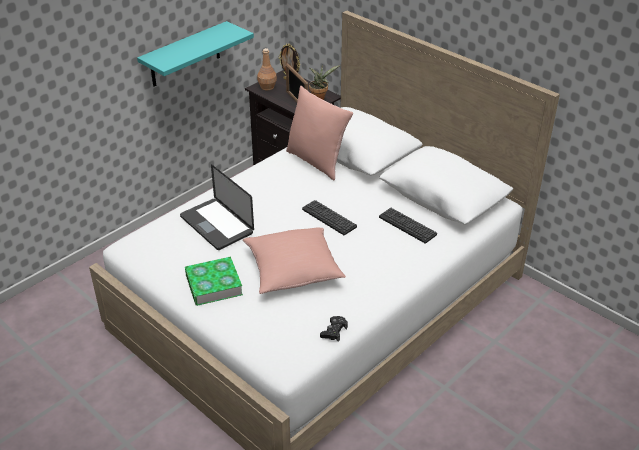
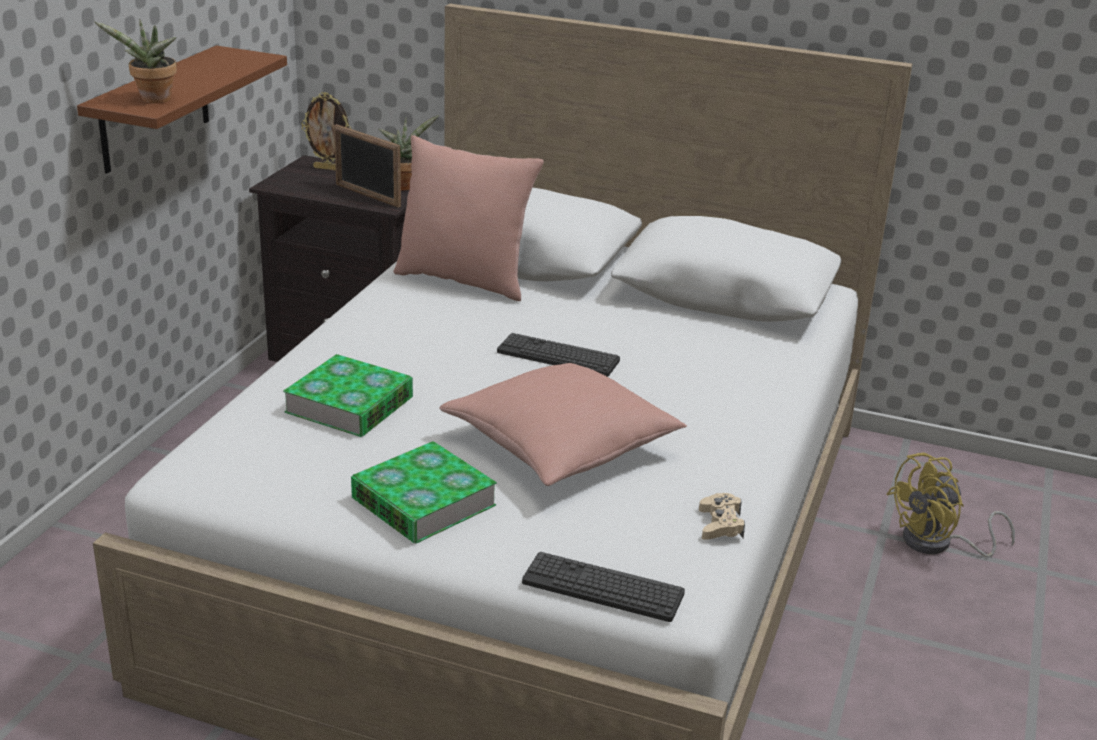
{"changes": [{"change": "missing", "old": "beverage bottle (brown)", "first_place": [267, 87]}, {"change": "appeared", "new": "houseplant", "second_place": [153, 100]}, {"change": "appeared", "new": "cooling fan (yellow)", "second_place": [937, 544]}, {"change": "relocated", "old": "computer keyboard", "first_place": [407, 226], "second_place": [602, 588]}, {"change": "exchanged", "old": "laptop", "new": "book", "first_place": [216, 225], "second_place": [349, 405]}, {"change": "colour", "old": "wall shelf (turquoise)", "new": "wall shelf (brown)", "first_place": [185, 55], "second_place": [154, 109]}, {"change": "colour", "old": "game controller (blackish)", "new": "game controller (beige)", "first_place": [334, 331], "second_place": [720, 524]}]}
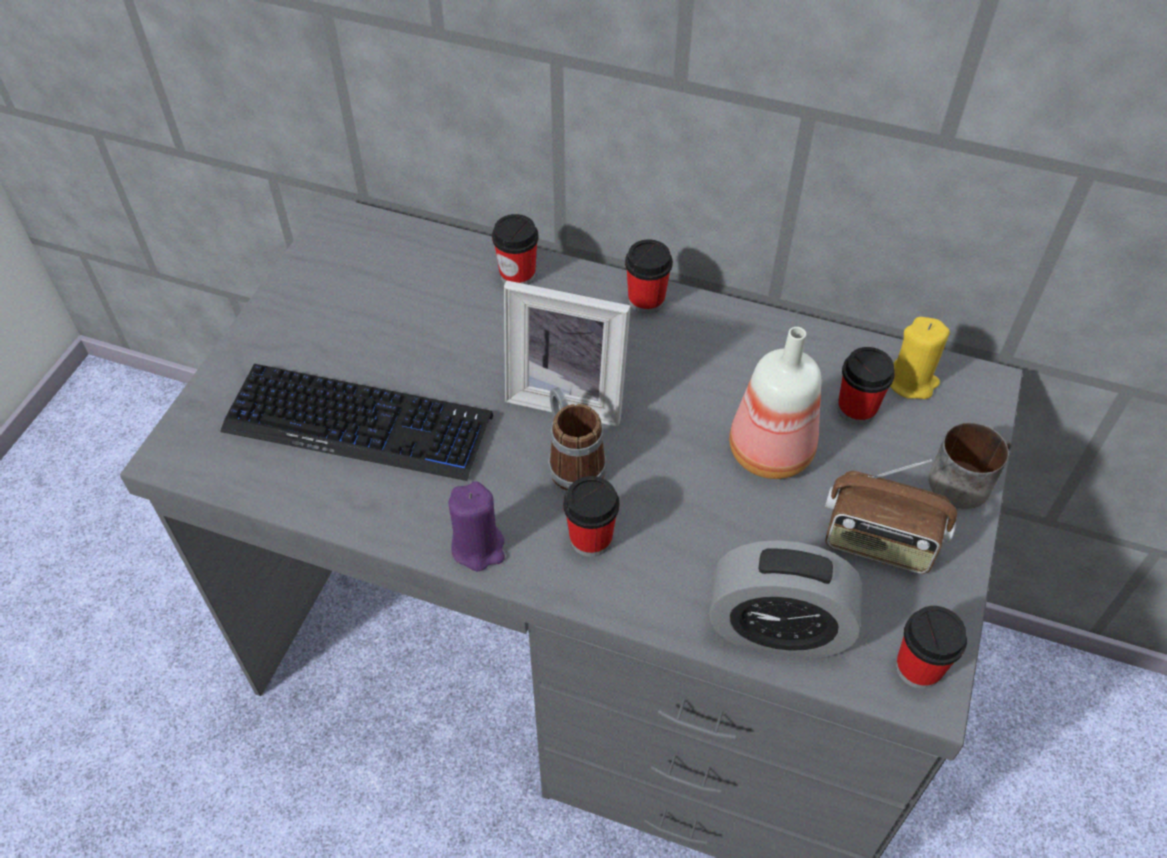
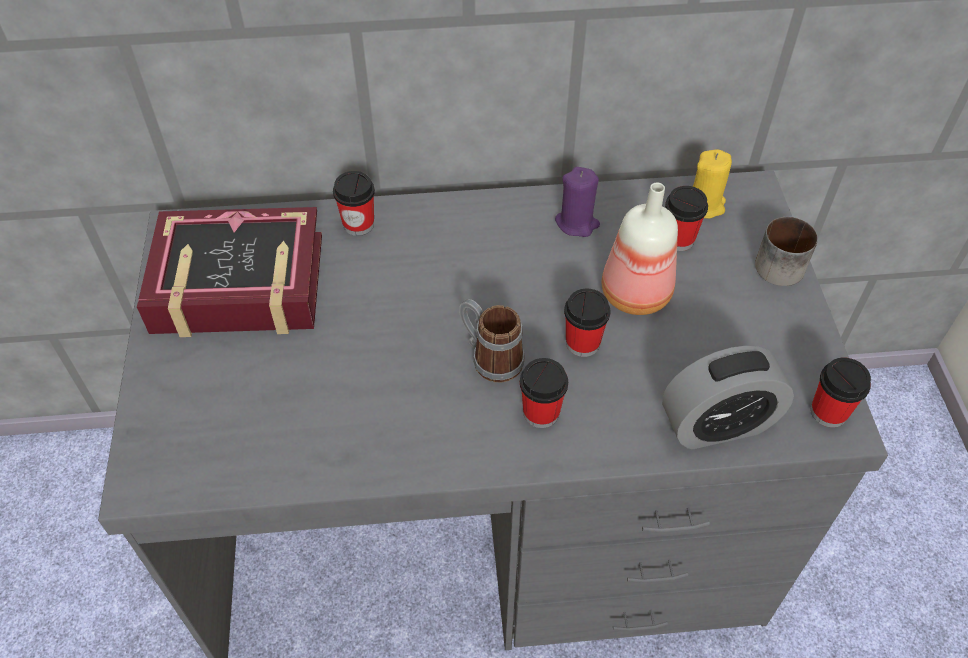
{"changes": [{"change": "missing", "old": "computer keyboard", "first_place": [359, 424]}, {"change": "missing", "old": "picture frame", "first_place": [568, 395]}, {"change": "missing", "old": "radio", "first_place": [878, 543]}, {"change": "appeared", "new": "book", "second_place": [239, 285]}, {"change": "relocated", "old": "wax light (purplish)", "first_place": [478, 547], "second_place": [577, 223]}, {"change": "relocated", "old": "cup", "first_place": [646, 301], "second_place": [582, 343]}]}
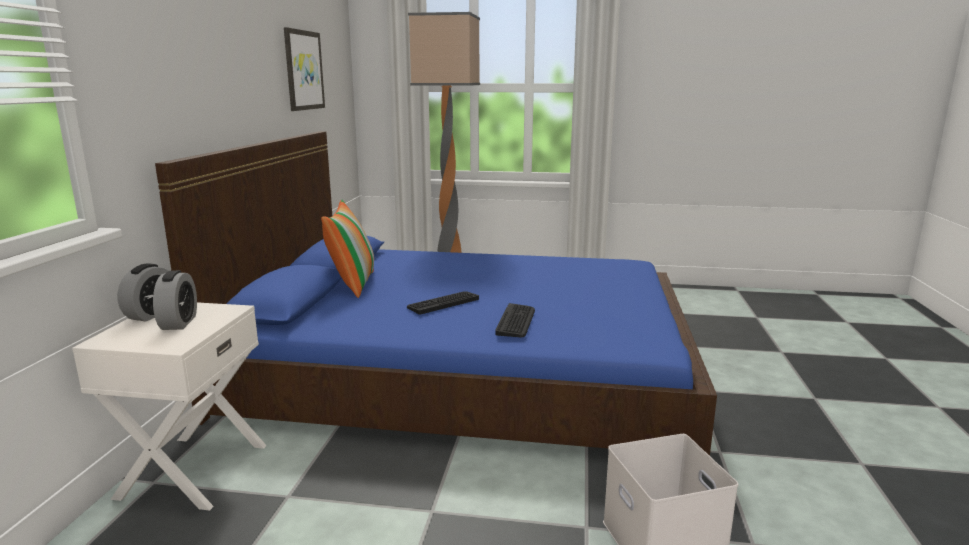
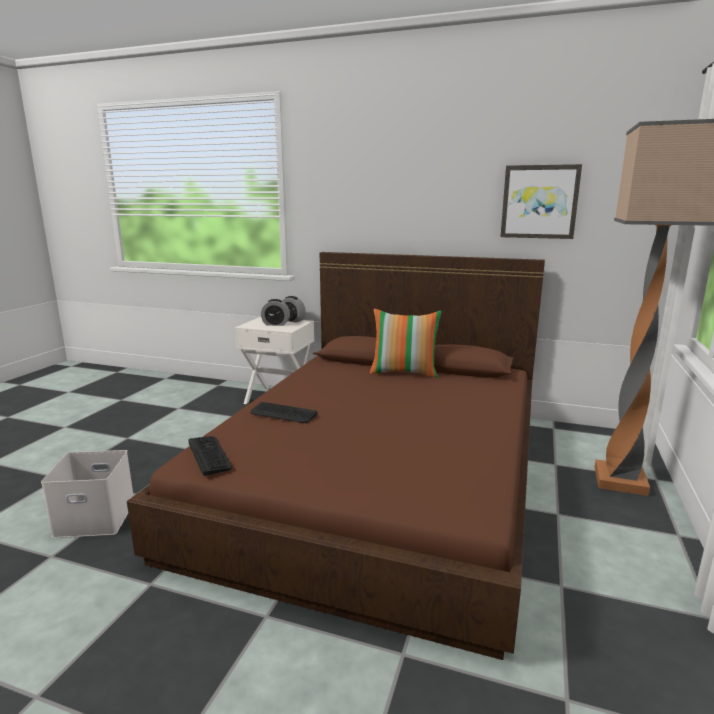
{"changes": [{"change": "relocated", "old": "computer keyboard", "first_place": [443, 303], "second_place": [209, 455]}, {"change": "colour", "old": "sleeping bed (blue)", "new": "sleeping bed (brown)", "first_place": [467, 363], "second_place": [381, 474]}]}
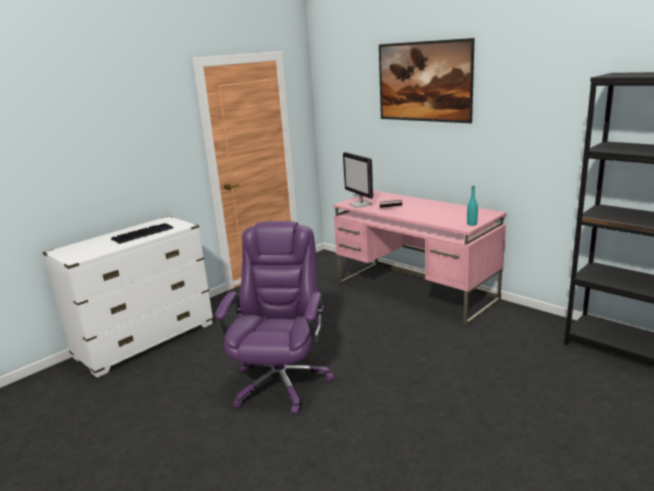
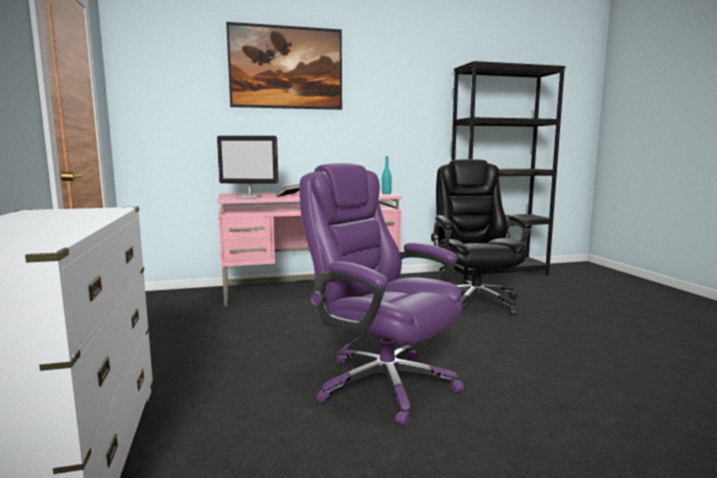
{"changes": [{"change": "missing", "old": "computer keyboard", "first_place": [143, 234]}, {"change": "appeared", "new": "desk chair (blackish)", "second_place": [474, 301]}]}
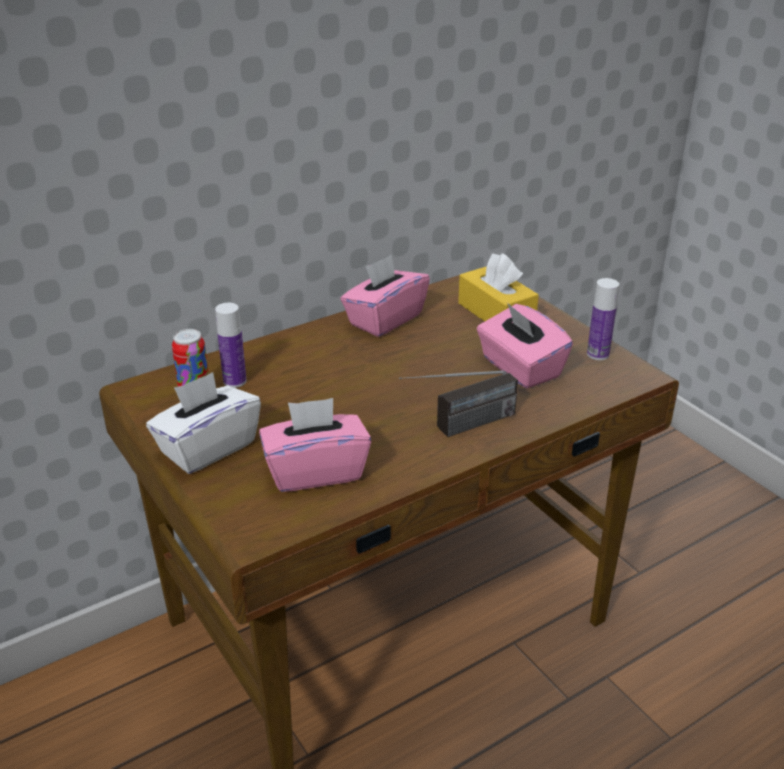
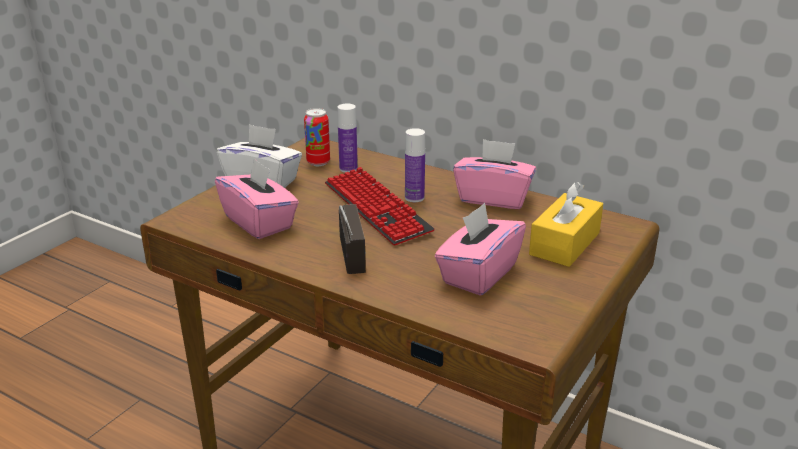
{"changes": [{"change": "appeared", "new": "computer keyboard", "second_place": [376, 208]}, {"change": "relocated", "old": "beverage bottle", "first_place": [598, 354], "second_place": [414, 198]}, {"change": "spun", "old": "radio", "first_place": [459, 428], "second_place": [356, 264], "degrees": -135}]}
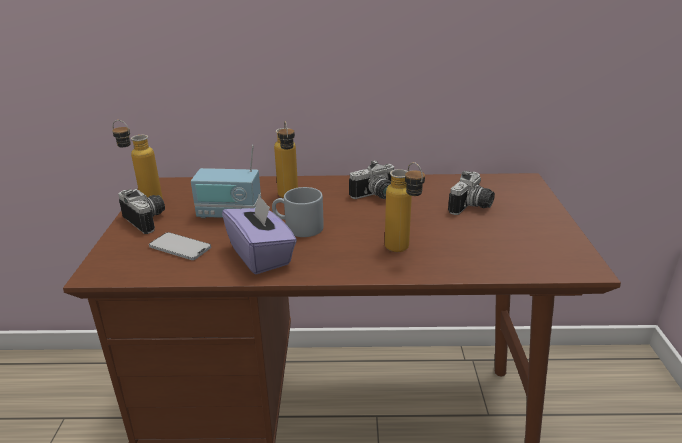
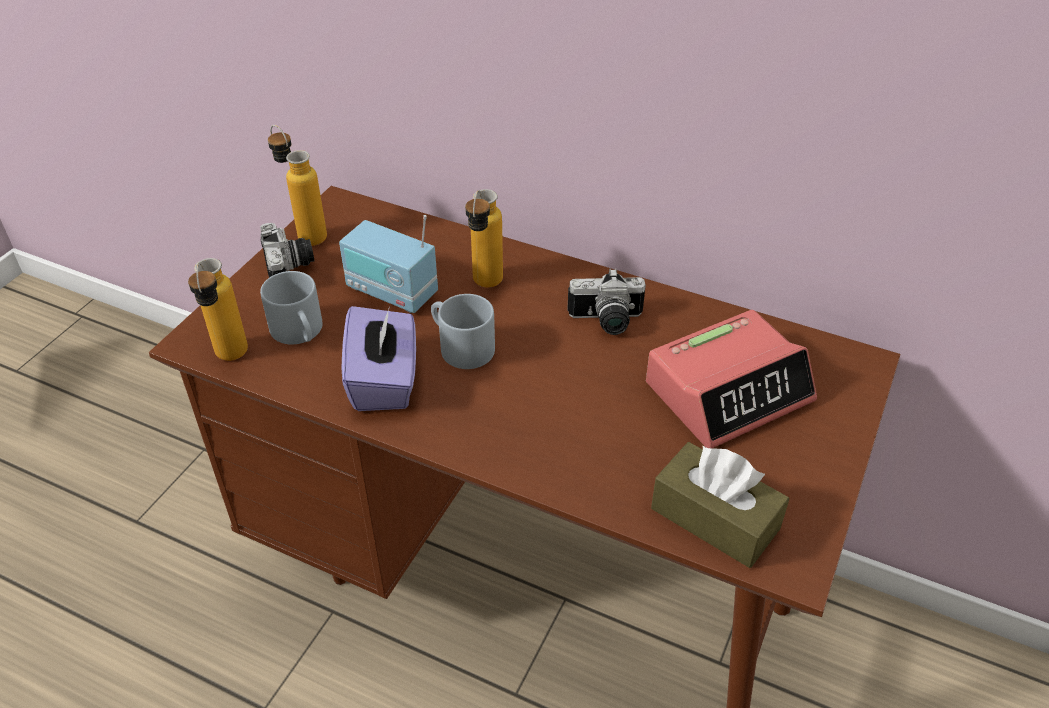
{"changes": [{"change": "appeared", "new": "tissue box (brown)", "second_place": [715, 518]}, {"change": "relocated", "old": "beverage bottle", "first_place": [403, 251], "second_place": [230, 360]}, {"change": "exchanged", "old": "phone", "new": "mug (grey)", "first_place": [180, 247], "second_place": [300, 332]}, {"change": "exchanged", "old": "photo camera", "new": "bedside clock", "first_place": [472, 207], "second_place": [729, 391]}]}
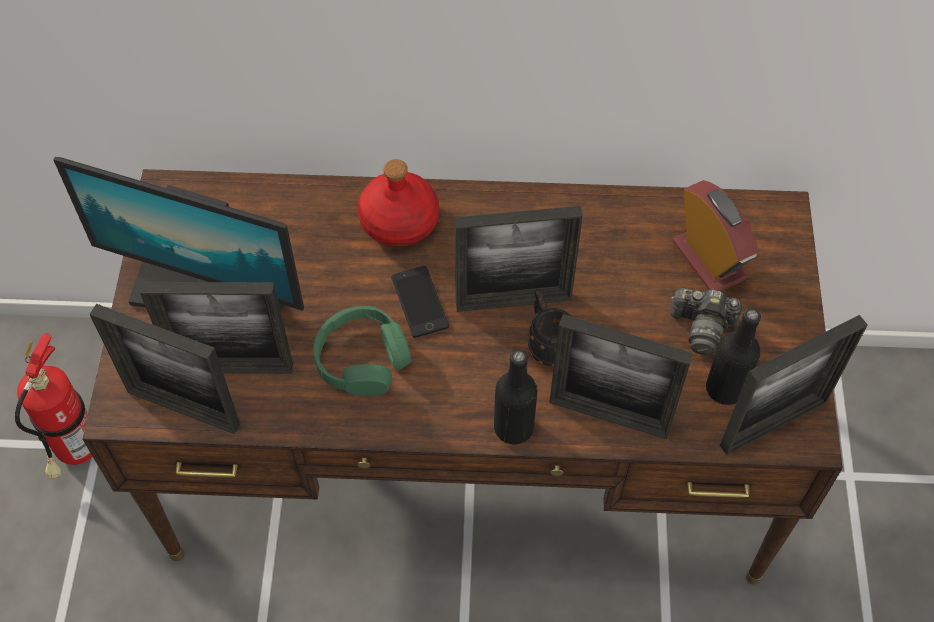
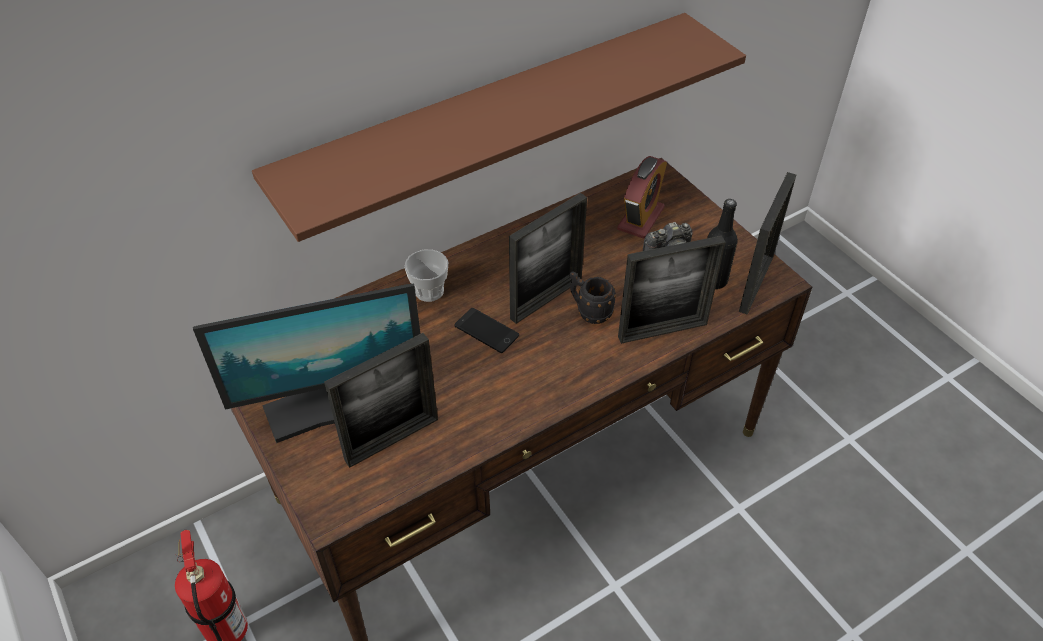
{"changes": [{"change": "missing", "old": "picture frame", "first_place": [183, 408]}, {"change": "missing", "old": "headset (greenish)", "first_place": [362, 359]}, {"change": "missing", "old": "beverage bottle (blackish)", "first_place": [513, 428]}, {"change": "appeared", "new": "wall shelf (brown)", "second_place": [490, 119]}, {"change": "exchanged", "old": "beverage bottle (red-coloured)", "new": "cup", "first_place": [399, 220], "second_place": [429, 291]}, {"change": "spun", "old": "bedside clock", "first_place": [708, 260], "second_place": [640, 218], "degrees": 90}]}
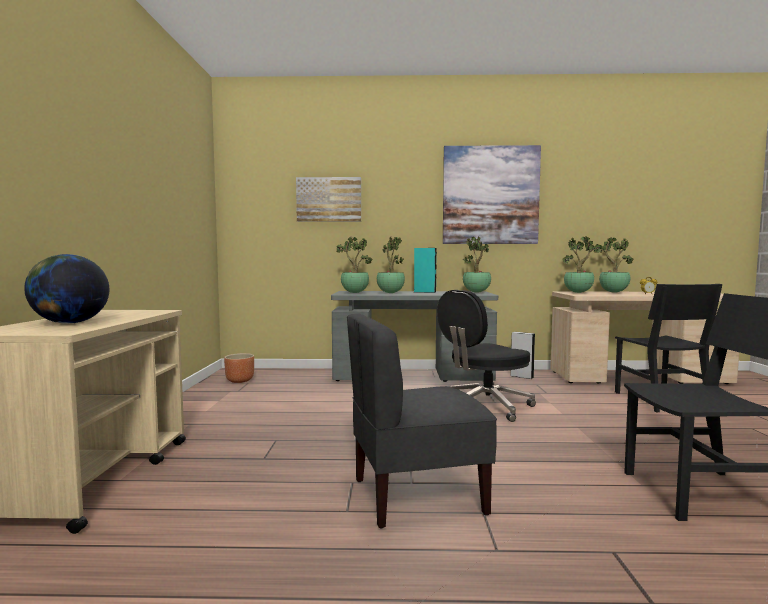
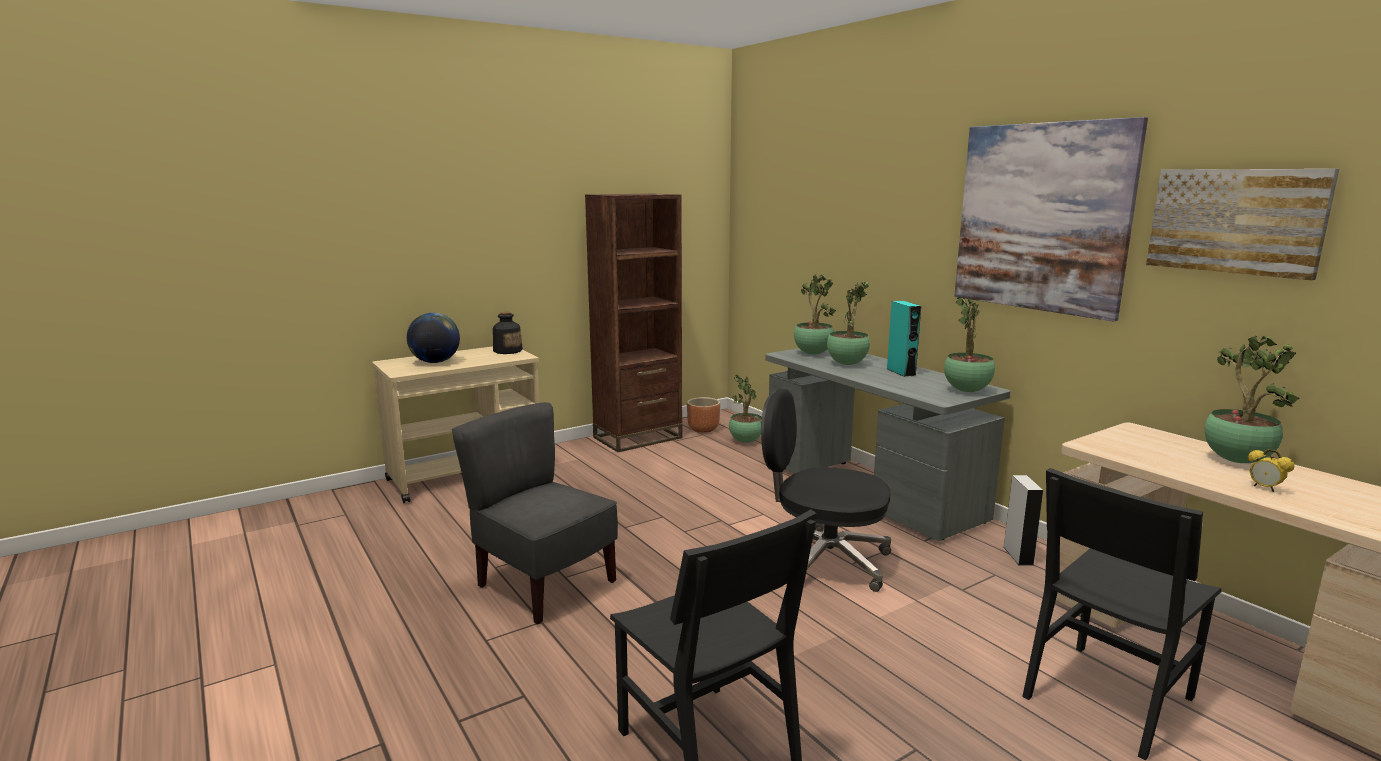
{"changes": [{"change": "appeared", "new": "beverage bottle", "second_place": [507, 351]}, {"change": "appeared", "new": "shelving unit (brown)", "second_place": [638, 438]}, {"change": "relocated", "old": "picture", "first_place": [329, 199], "second_place": [1236, 221]}, {"change": "relocated", "old": "houseplant", "first_place": [579, 292], "second_place": [746, 442]}]}
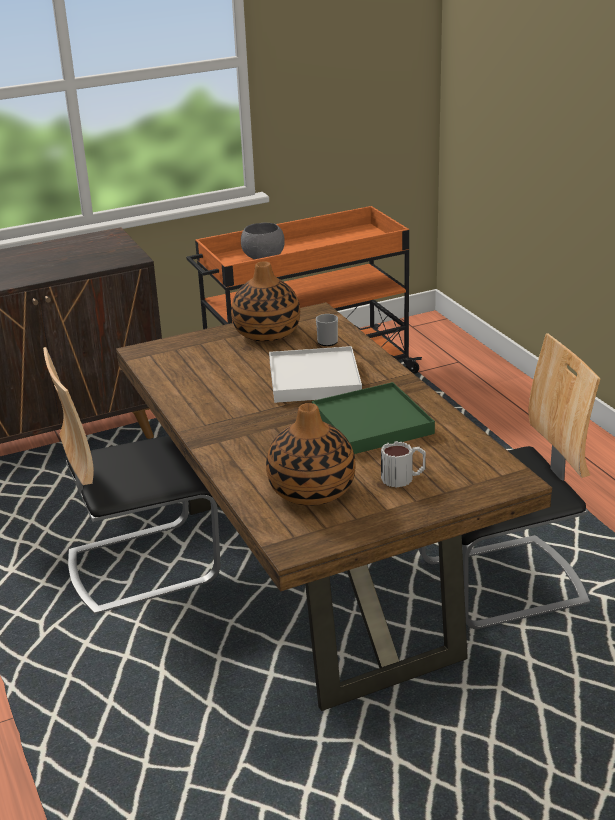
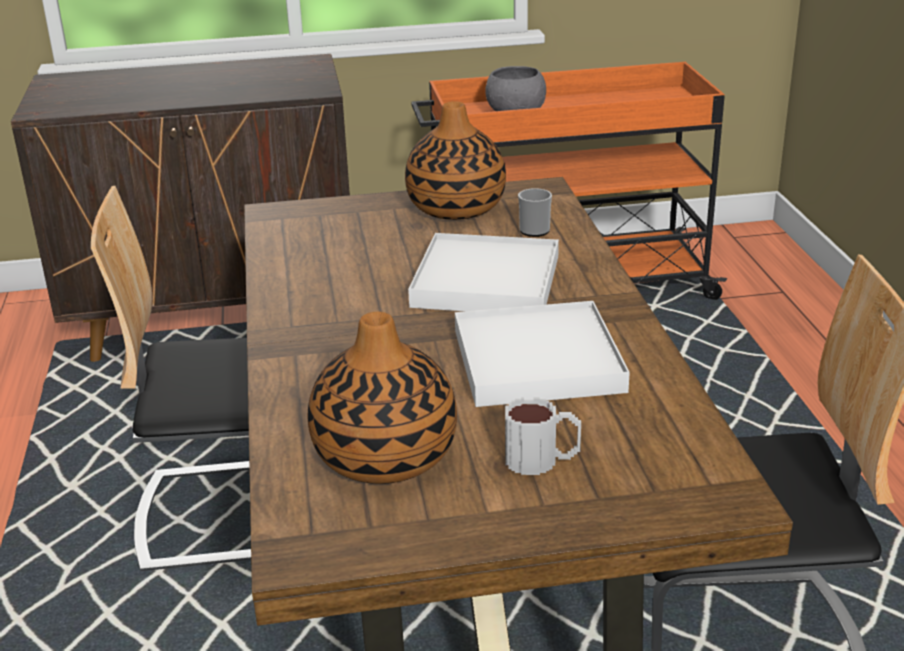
{"changes": [{"change": "colour", "old": "tray (greenish)", "new": "tray (whitish)", "first_place": [372, 423], "second_place": [538, 360]}]}
